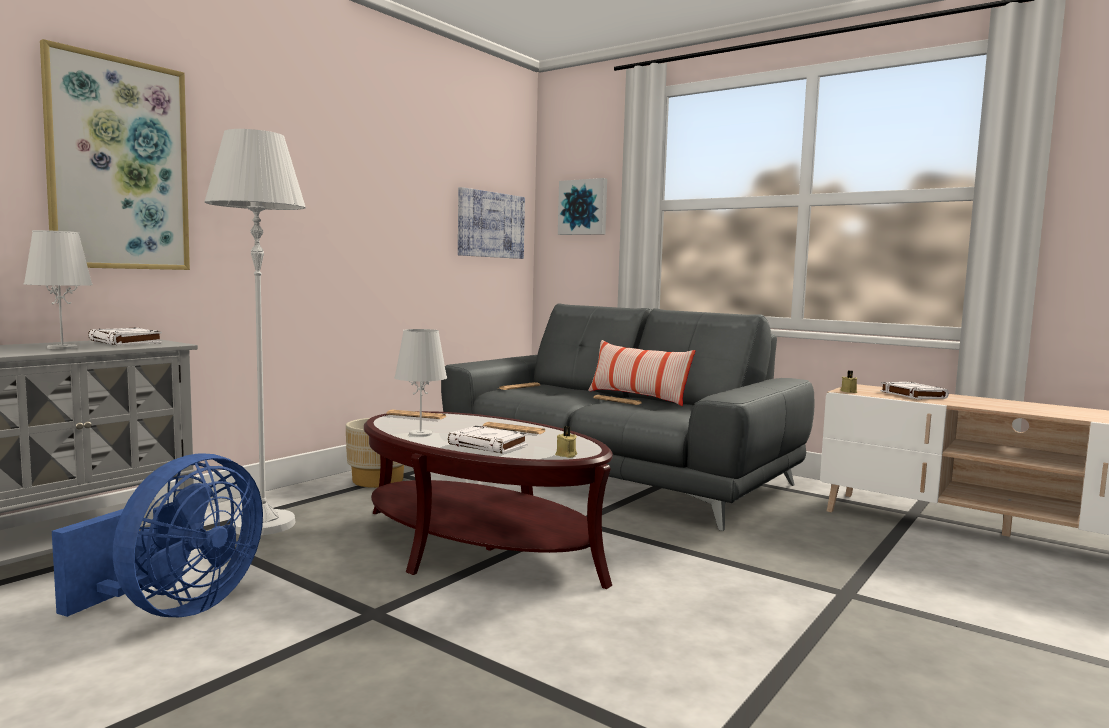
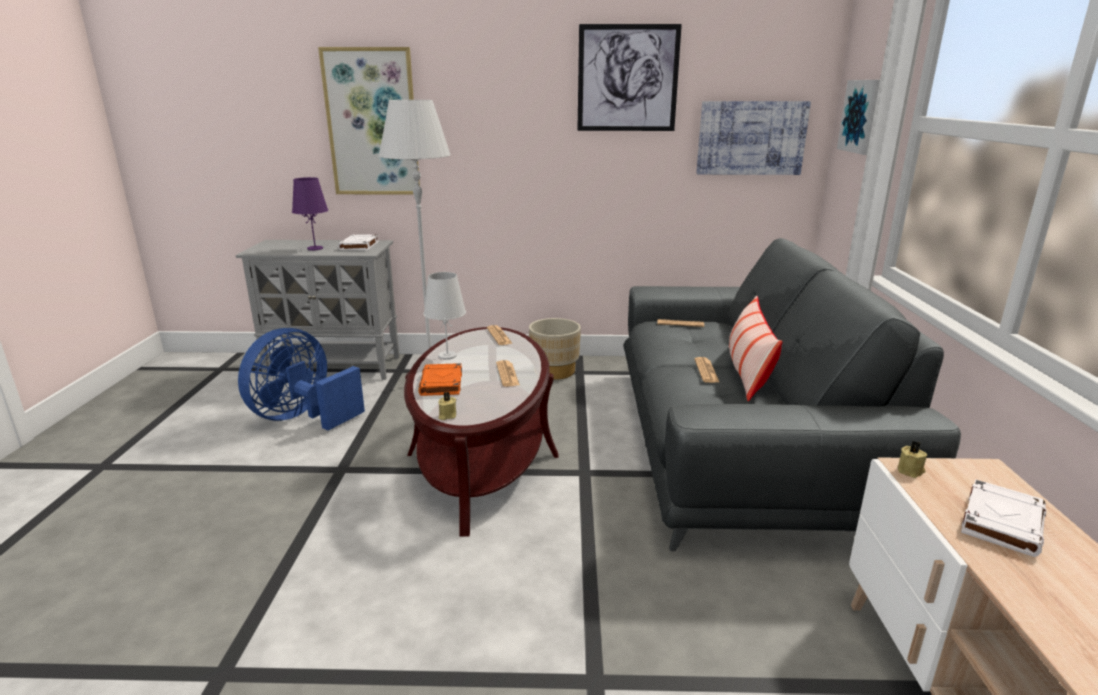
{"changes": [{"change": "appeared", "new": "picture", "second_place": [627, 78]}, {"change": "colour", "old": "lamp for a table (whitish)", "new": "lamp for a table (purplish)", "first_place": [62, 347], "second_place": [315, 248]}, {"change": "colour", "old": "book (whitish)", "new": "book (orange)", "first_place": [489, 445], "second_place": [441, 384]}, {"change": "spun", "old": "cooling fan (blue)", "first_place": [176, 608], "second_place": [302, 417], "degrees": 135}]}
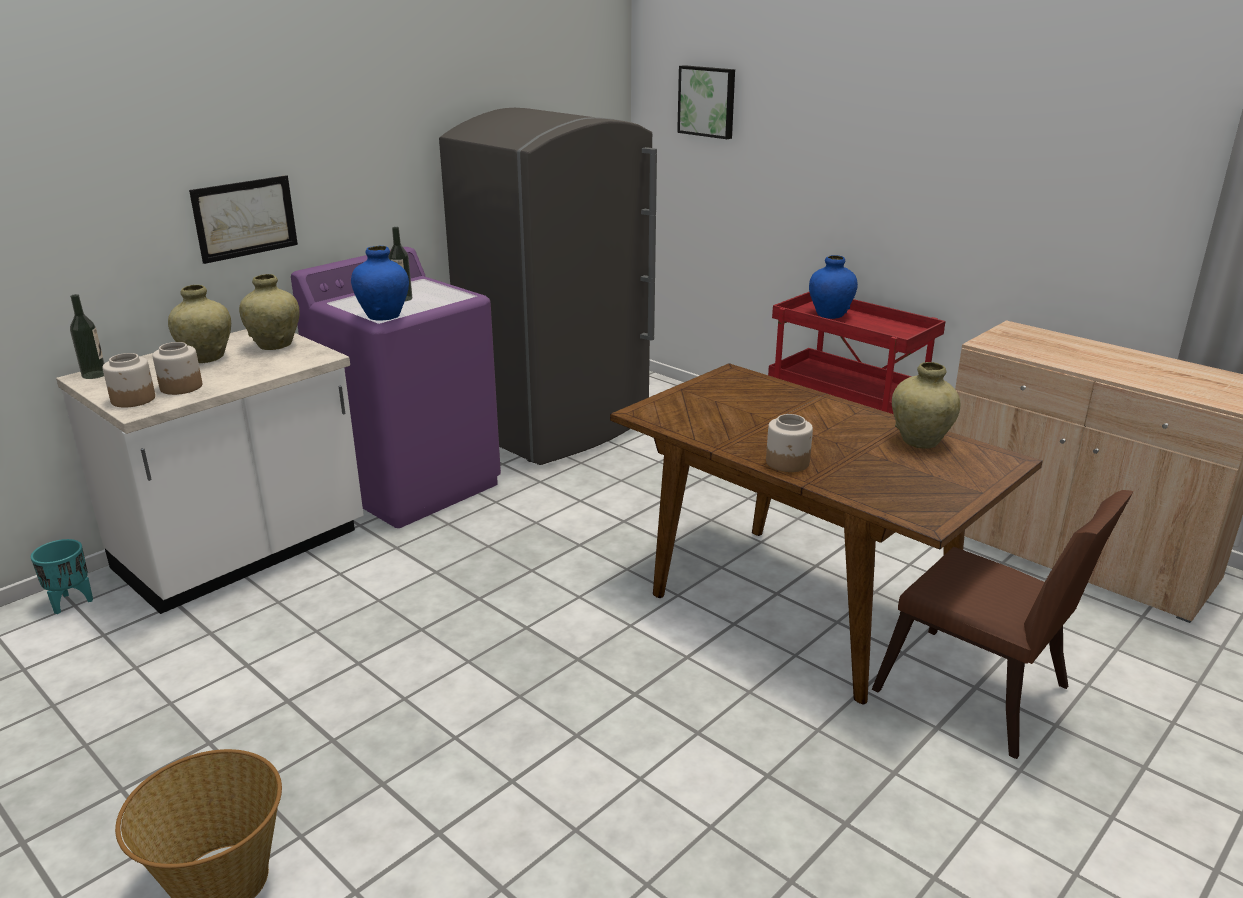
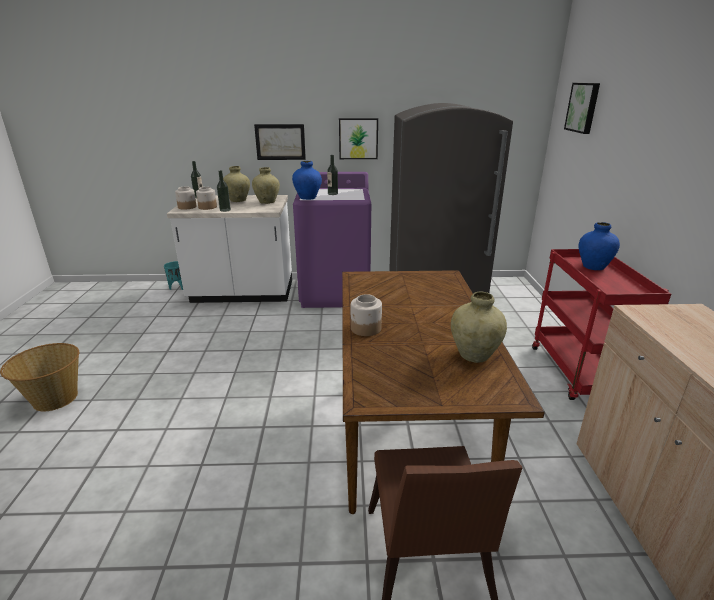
{"changes": [{"change": "appeared", "new": "beverage bottle", "second_place": [225, 210]}, {"change": "appeared", "new": "picture", "second_place": [358, 138]}]}
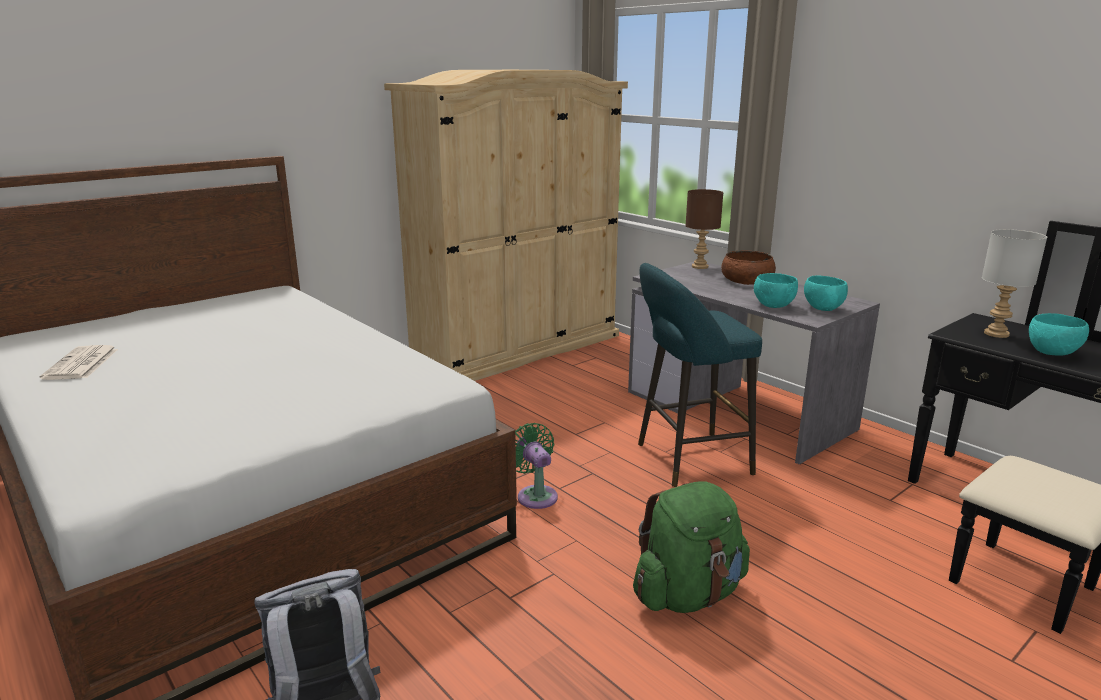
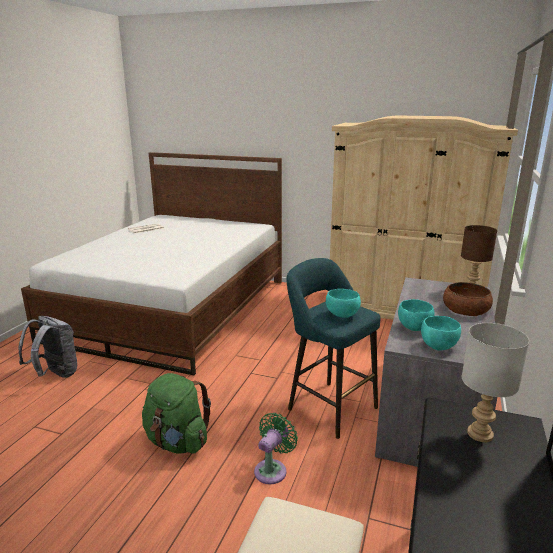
{"changes": [{"change": "relocated", "old": "cooling fan (greenish)", "first_place": [535, 495], "second_place": [272, 469]}, {"change": "relocated", "old": "serving bowl (turquoise)", "first_place": [1052, 353], "second_place": [342, 315]}]}
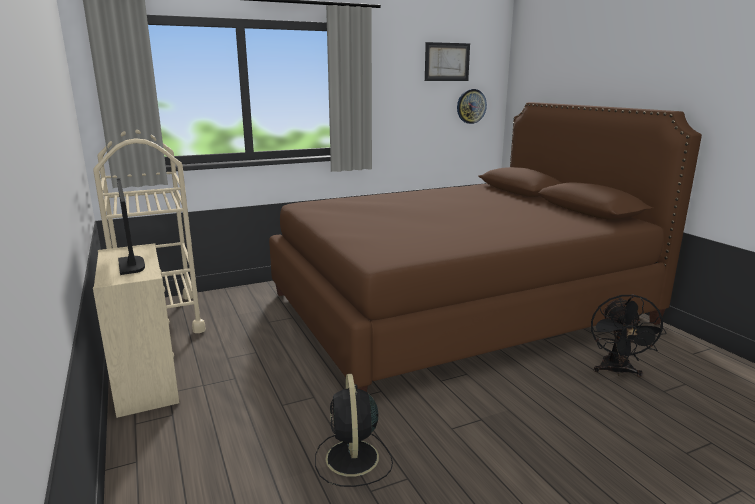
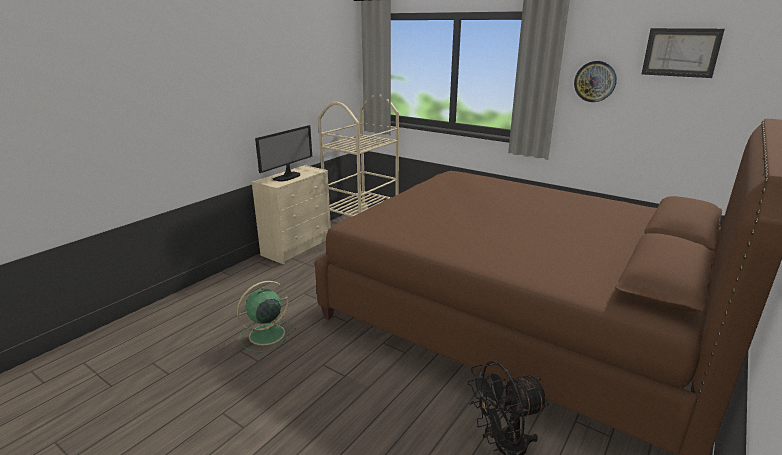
{"changes": [{"change": "relocated", "old": "wall clock", "first_place": [471, 106], "second_place": [595, 81]}, {"change": "colour", "old": "cooling fan (blackish)", "new": "cooling fan (greenish)", "first_place": [352, 459], "second_place": [265, 335]}]}
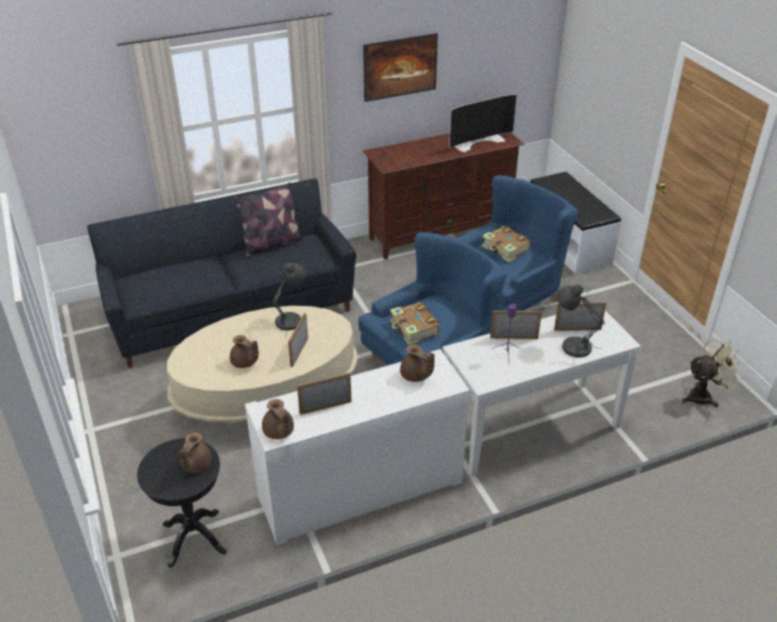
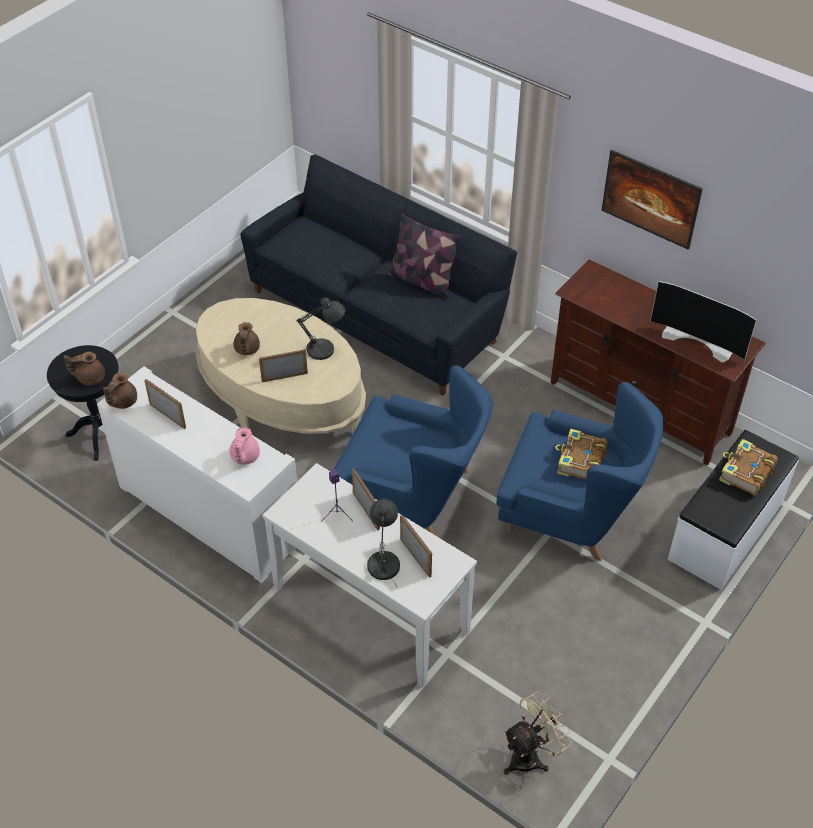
{"changes": [{"change": "relocated", "old": "book", "first_place": [414, 329], "second_place": [745, 473]}, {"change": "colour", "old": "tea pot (brown)", "new": "tea pot (pink)", "first_place": [416, 376], "second_place": [244, 457]}, {"change": "spun", "old": "cooling fan (beige)", "first_place": [704, 396], "second_place": [530, 755], "degrees": -75}]}
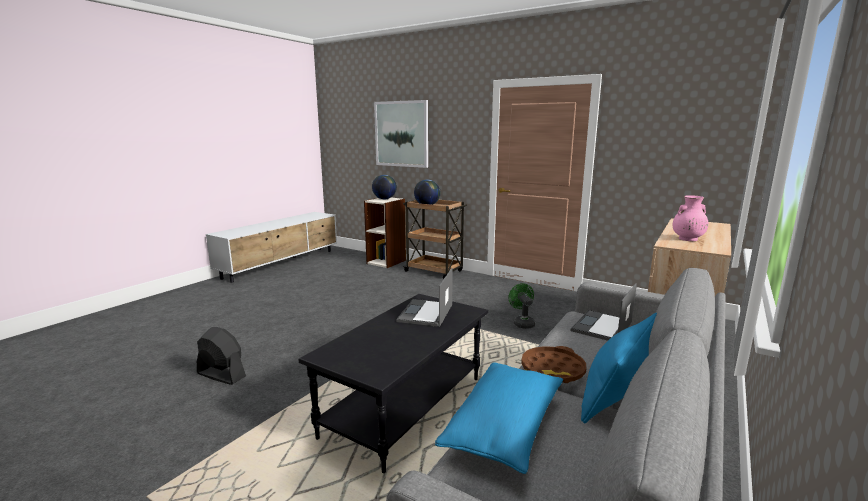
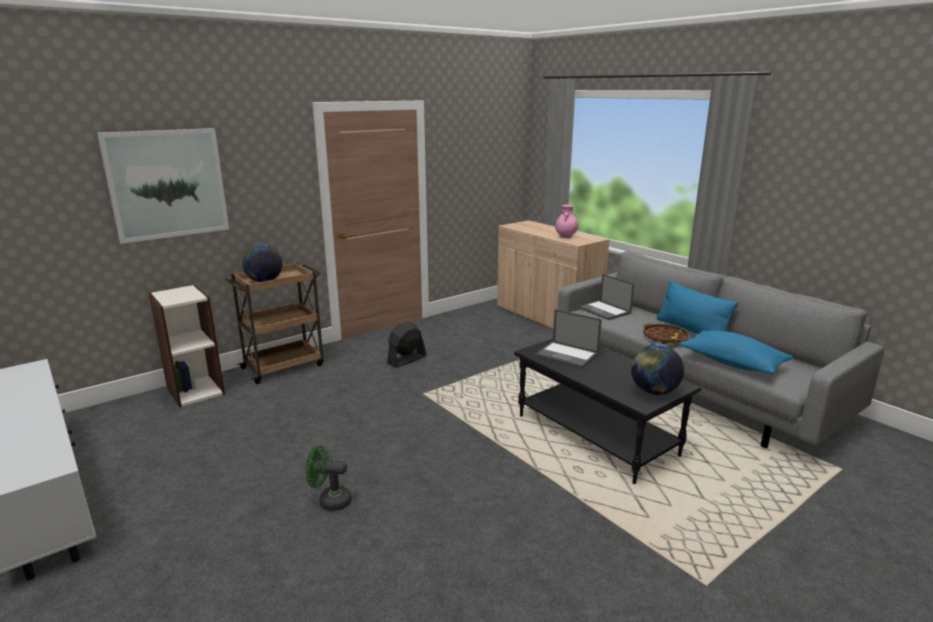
{"changes": [{"change": "relocated", "old": "cooling fan (blackish)", "first_place": [221, 375], "second_place": [406, 360]}, {"change": "relocated", "old": "world globe", "first_place": [384, 199], "second_place": [654, 391]}, {"change": "relocated", "old": "cooling fan (greenish)", "first_place": [522, 323], "second_place": [330, 501]}]}
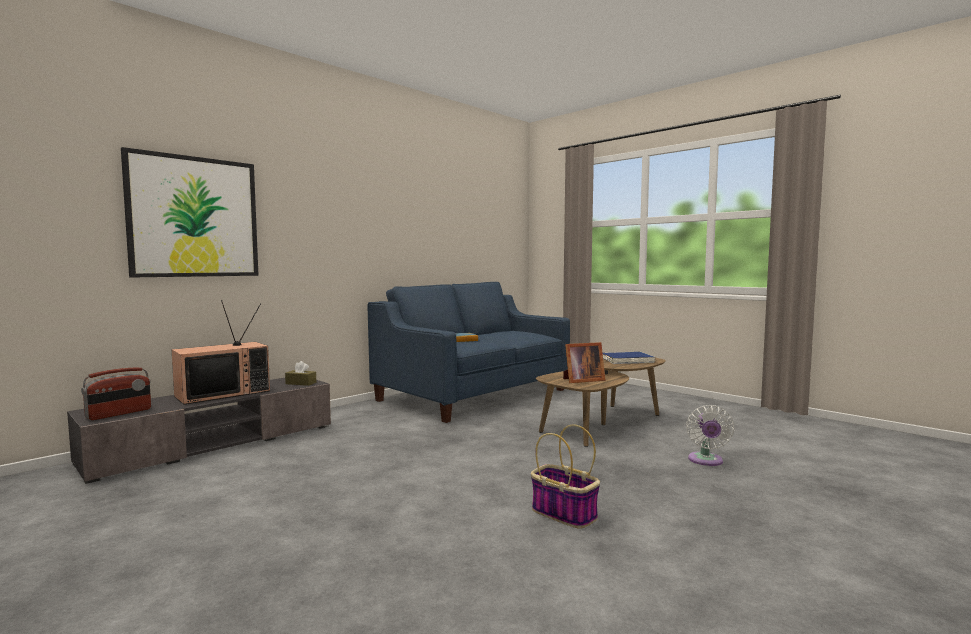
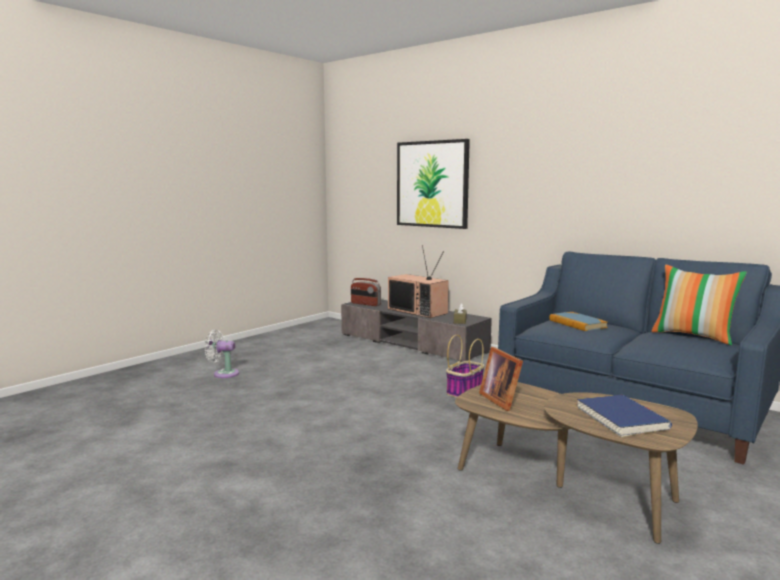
{"changes": [{"change": "appeared", "new": "throw pillow", "second_place": [693, 336]}, {"change": "relocated", "old": "storage basket", "first_place": [562, 513], "second_place": [465, 391]}, {"change": "relocated", "old": "cooling fan (whitish)", "first_place": [706, 461], "second_place": [223, 374]}]}
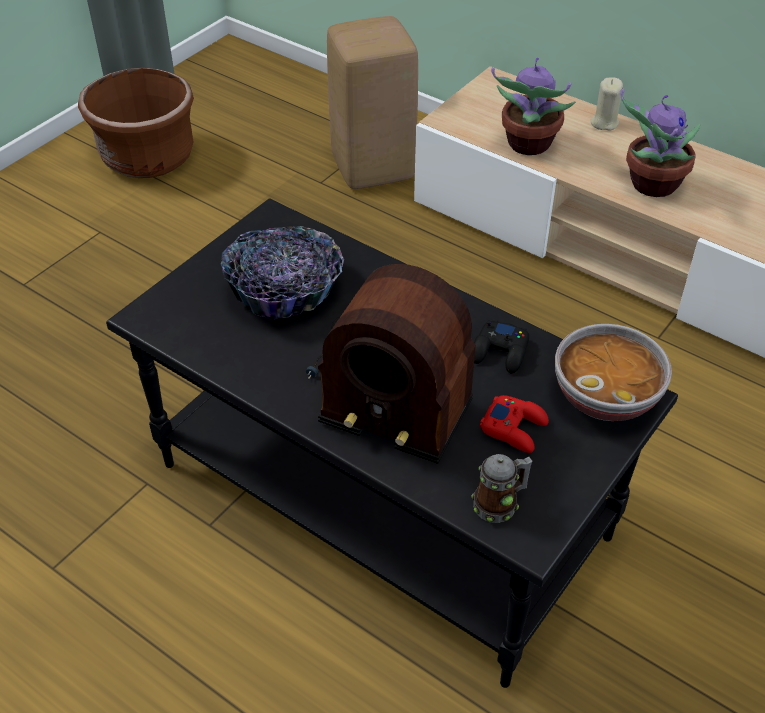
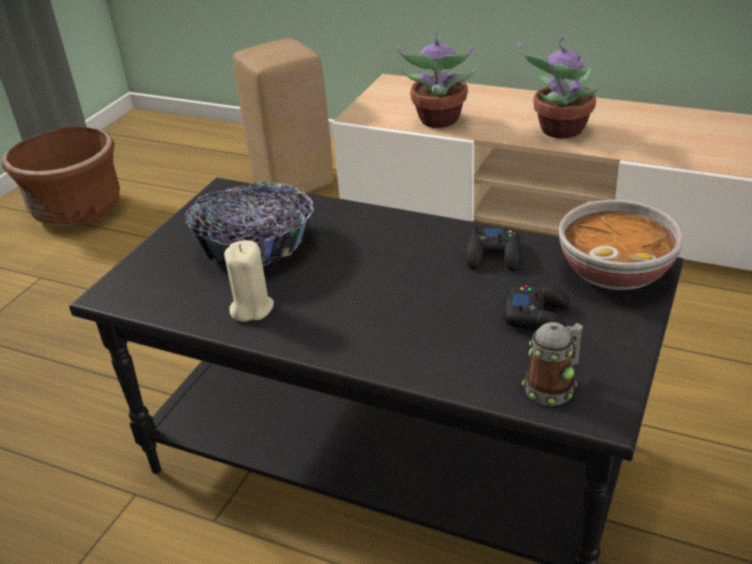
{"changes": [{"change": "missing", "old": "radio", "first_place": [388, 384]}, {"change": "relocated", "old": "wax light (beige)", "first_place": [604, 122], "second_place": [251, 308]}, {"change": "colour", "old": "game controller (red-coloured)", "new": "game controller (blackish)", "first_place": [514, 428], "second_place": [538, 316]}]}
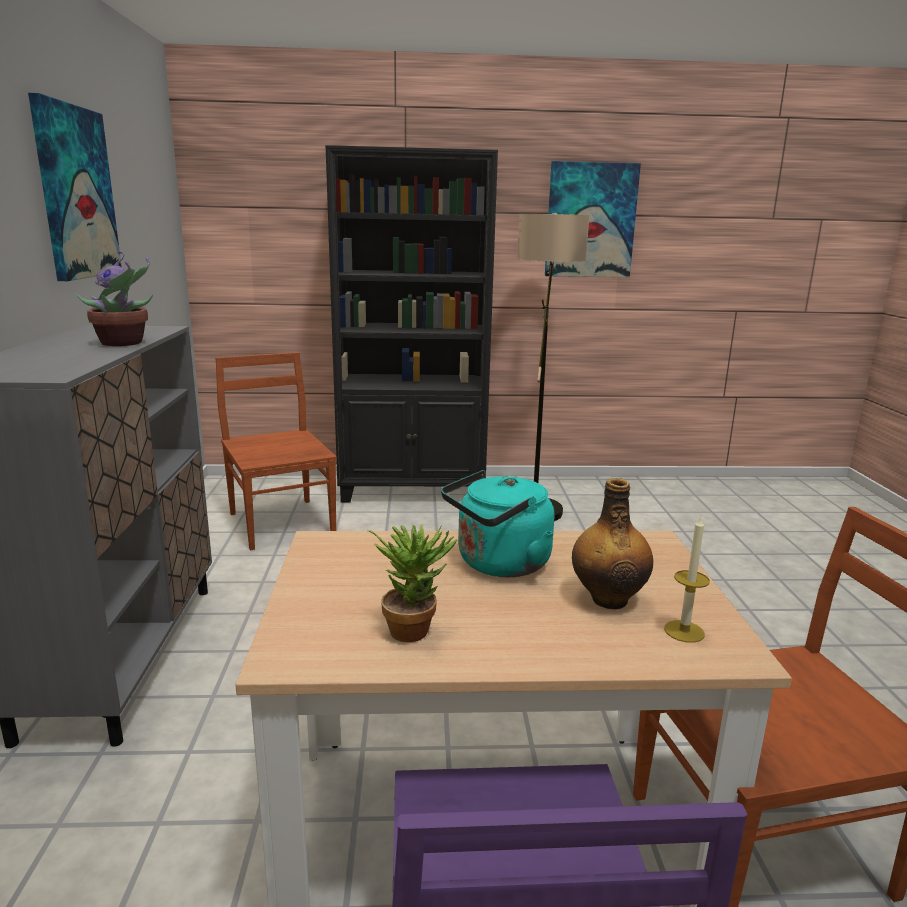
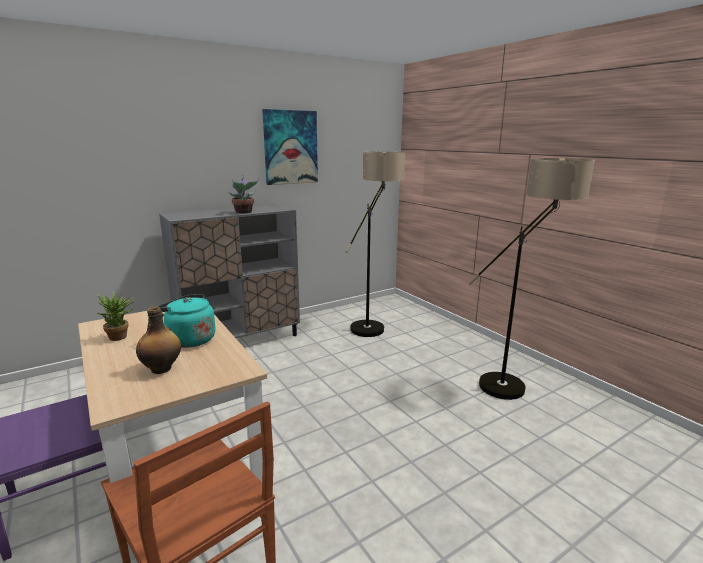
{"changes": [{"change": "missing", "old": "shelving unit (blackish)", "first_place": [413, 490]}, {"change": "missing", "old": "picture", "first_place": [590, 220]}, {"change": "missing", "old": "wax light", "first_place": [684, 631]}, {"change": "exchanged", "old": "upright chair (brown)", "new": "standing lamp", "first_place": [281, 522], "second_place": [374, 324]}]}
